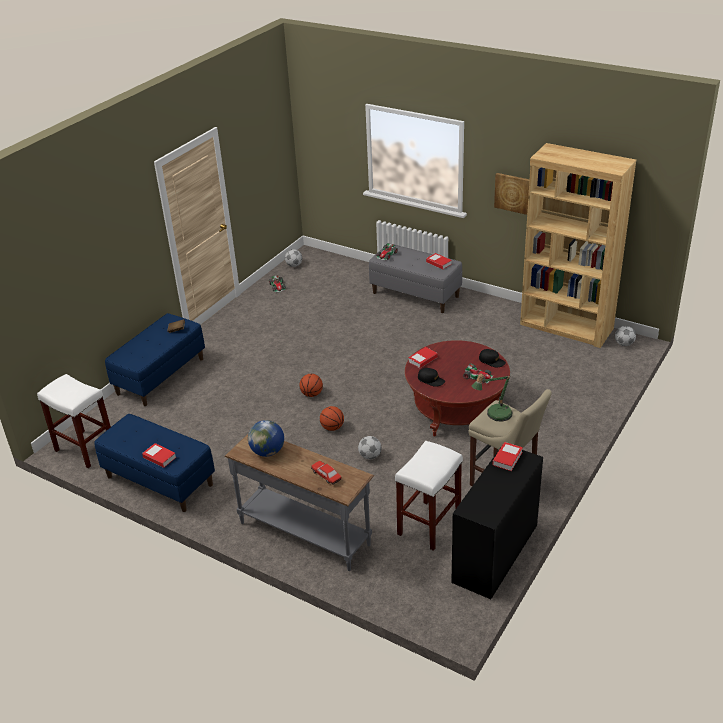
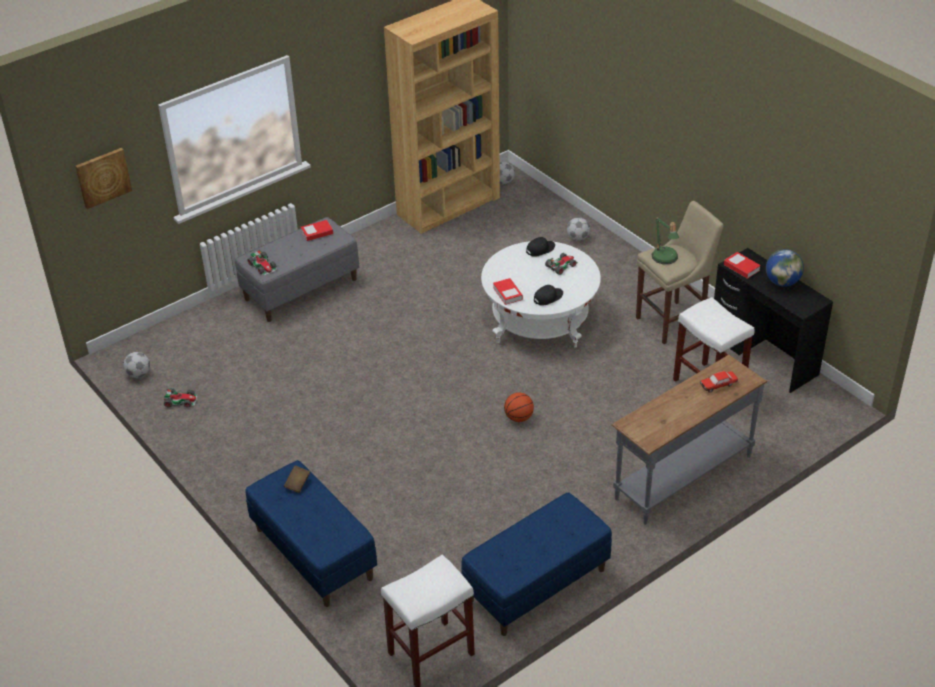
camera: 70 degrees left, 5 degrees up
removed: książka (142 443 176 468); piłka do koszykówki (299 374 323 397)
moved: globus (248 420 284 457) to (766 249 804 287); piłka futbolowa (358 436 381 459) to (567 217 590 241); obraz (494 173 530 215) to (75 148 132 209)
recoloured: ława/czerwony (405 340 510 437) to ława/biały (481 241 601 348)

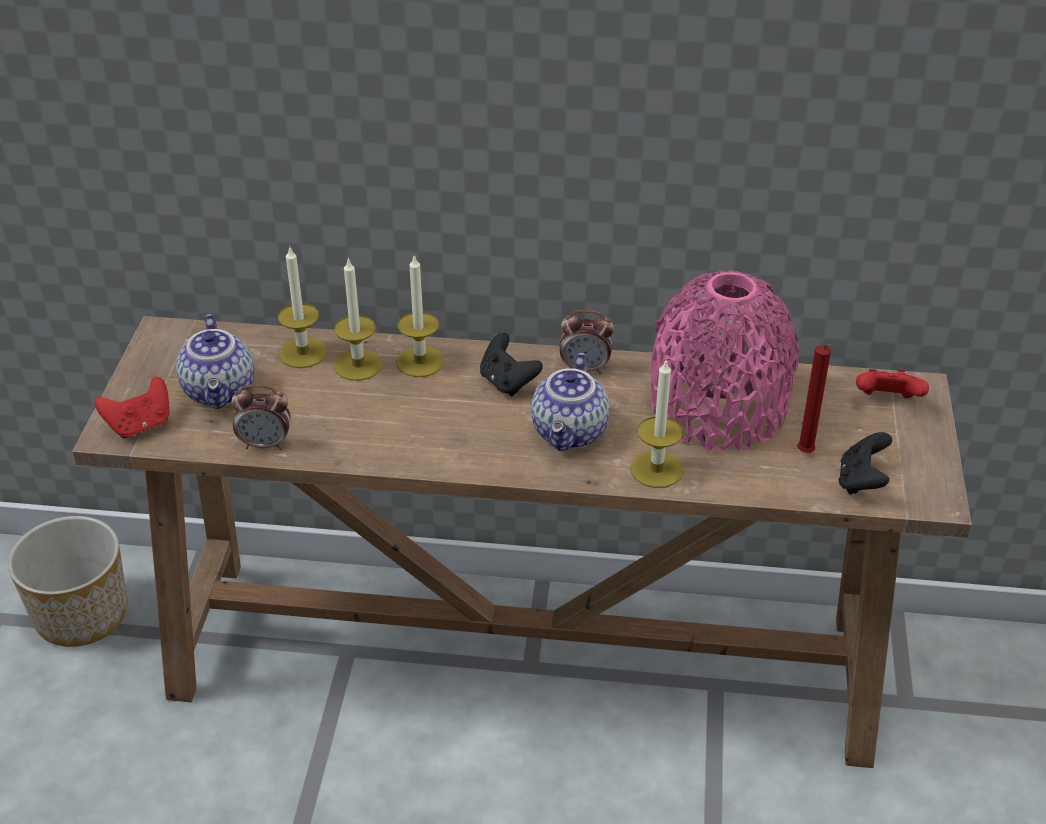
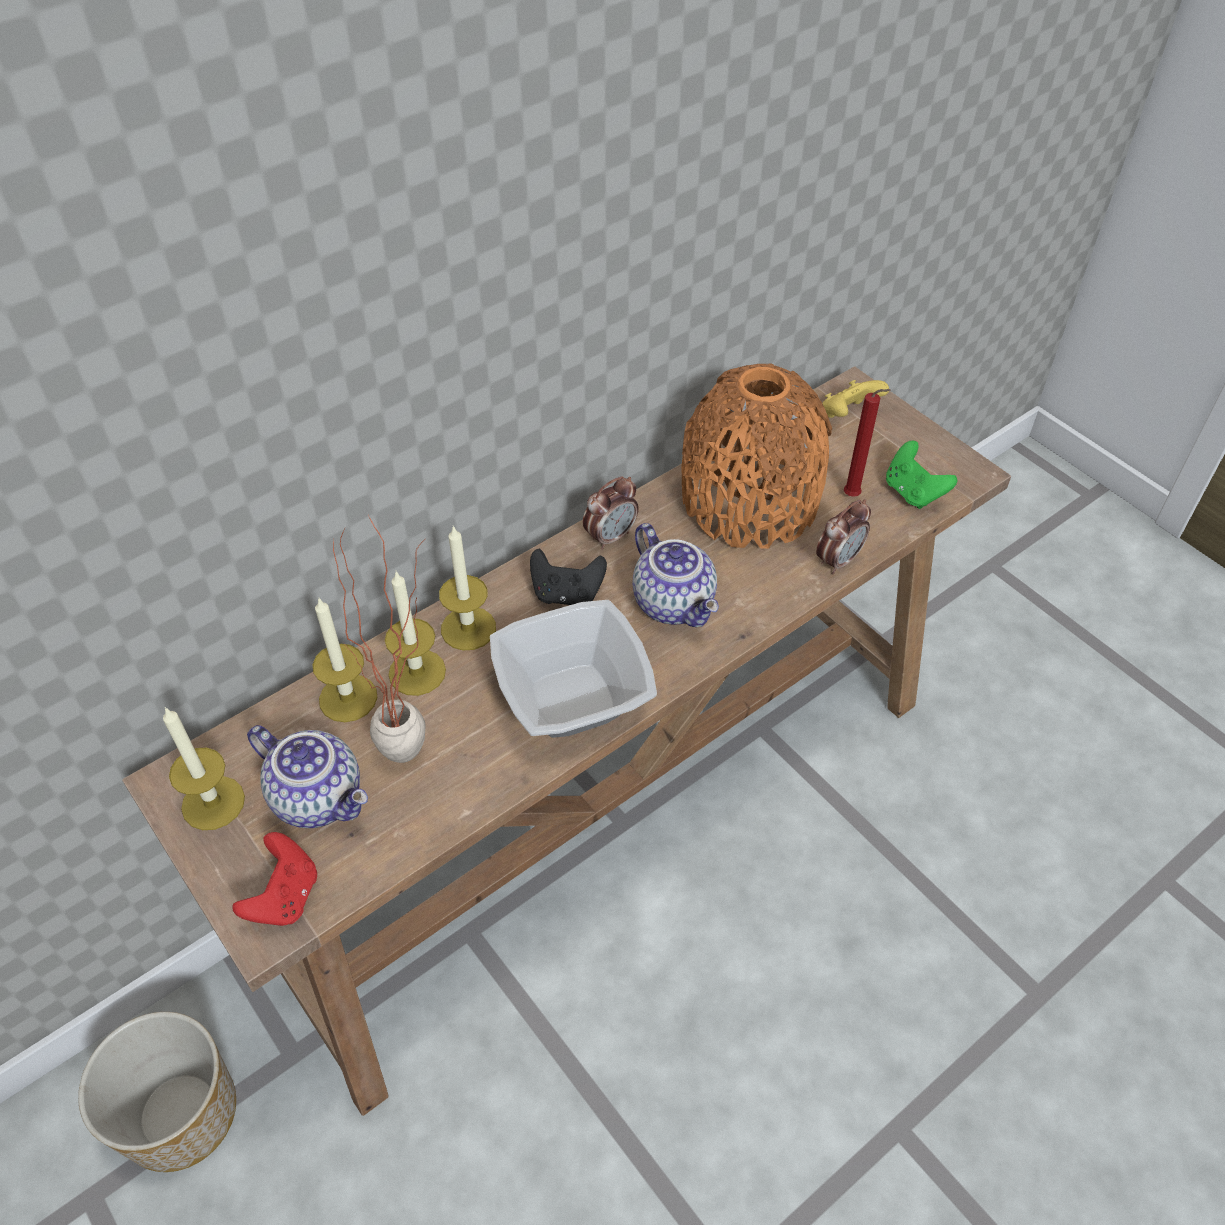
camera: 45 degrees left, 10 degrees up
added: roślina doniczkowa (333 515 426 763); miska (490 600 657 738)
moved: budzik (231 385 290 450) to (816 499 871 574); świeca (631 361 683 488) to (163 707 245 830)
recoloured: wazon/różowy (651 270 799 451) to wazon/pomarańczowy (681 364 832 549); pad do gier/czarny (839 432 892 494) to pad do gier/zielony (886 441 958 509); pad do gier/czerwony (856 369 929 399) to pad do gier/żółty (822 380 889 418)

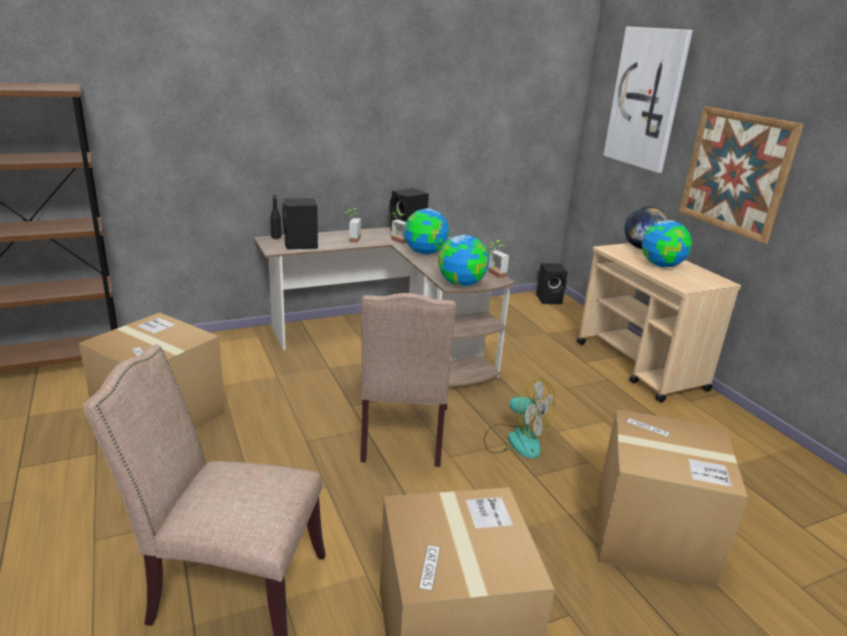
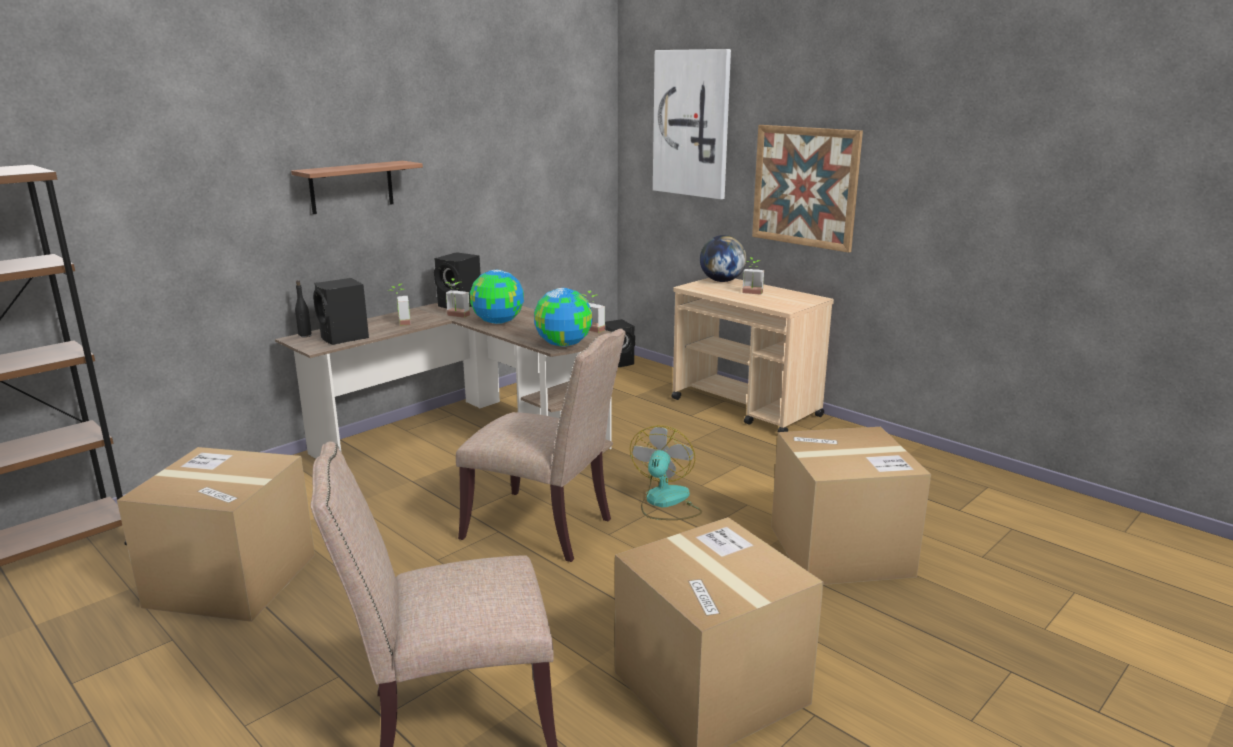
camera: 20 degrees left, 5 degrees down
added: półka (291 161 423 214)
replaced: globus (642 220 692 267) to roślina doniczkowa (742 257 764 295)
turned: krzesło/beżowy (360 293 456 467) = (456 329 626 562) 45 degrees counterclockwise; wentylator (483 378 555 459) = (630 425 702 520) 90 degrees counterclockwise

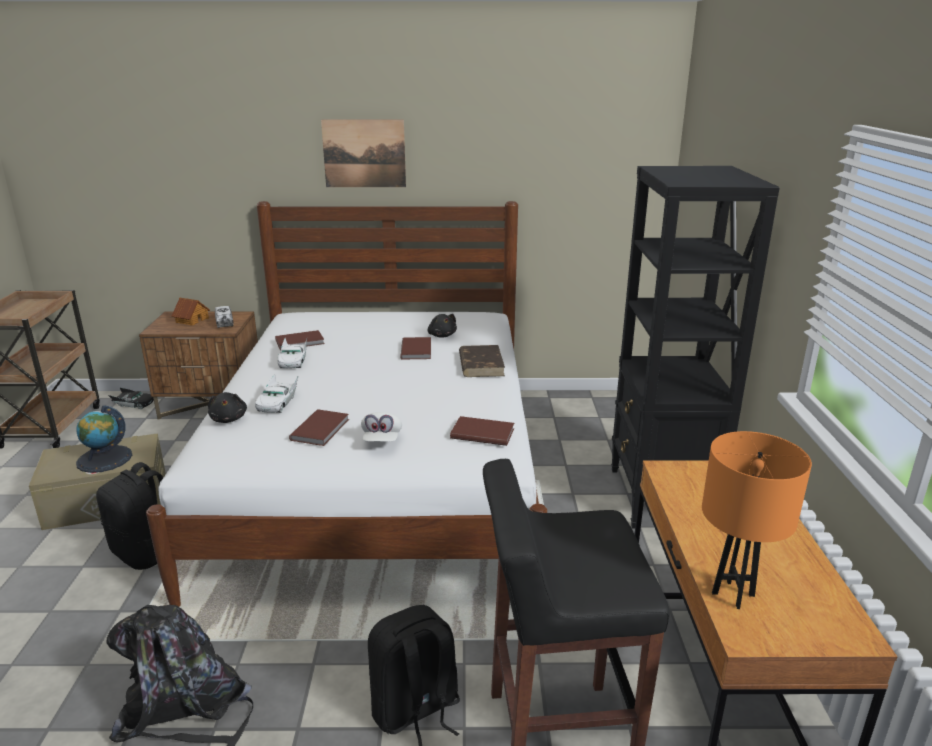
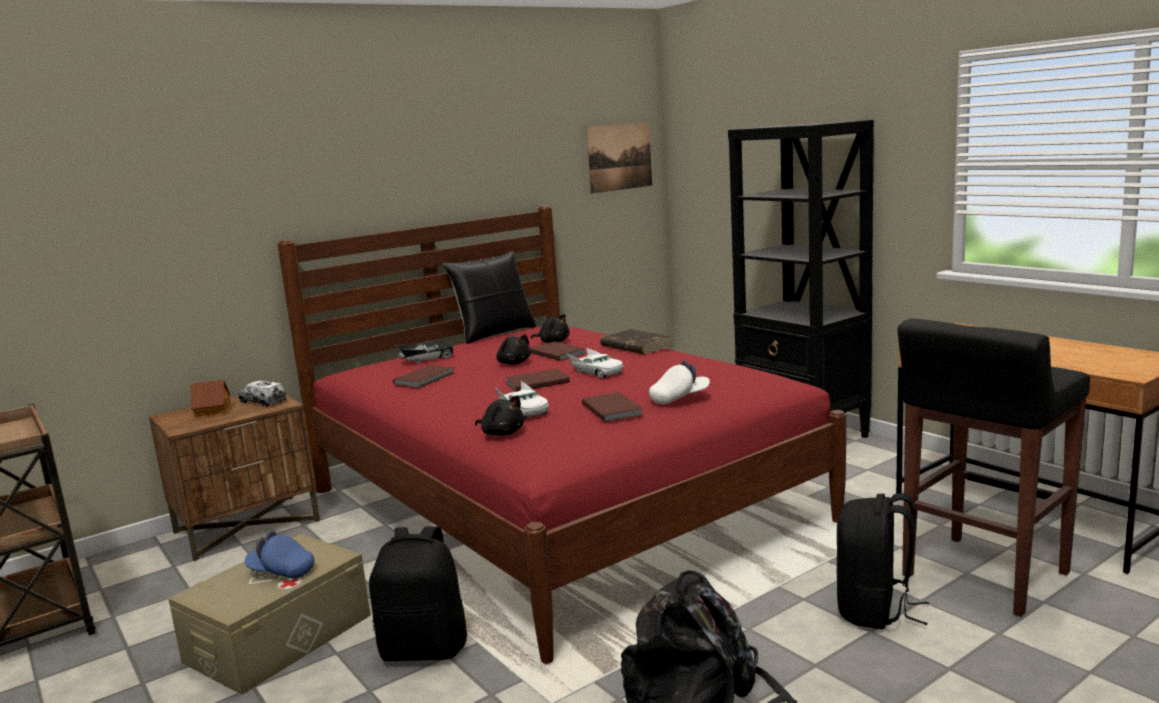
camera: 35 degrees left, 10 degrees down
removed: lampa stołowa/pomarańczowy (702 431 812 609)
added: poduszka/czarny (442 251 536 344); pluszak/czarny (496 334 531 365)
moved: samochodzik/czarny (108 388 154 409) to (396 341 454 363); samochodzik/biały (277 338 307 368) to (566 348 623 379); obraz (321 120 406 187) to (586 122 652 194); książka/brązowy (450 416 514 446) to (505 368 570 392)
replaced: globus (76 405 132 473) to czapka z daszkiem/niebieski (245 530 314 579)
recoloured: łóżko/biały (146 201 547 607) to łóżko/czerwony (277 205 846 664)
turned: czapka z daszkiem/biały (361 412 402 441) = (649 360 710 404) 75 degrees counterclockwise

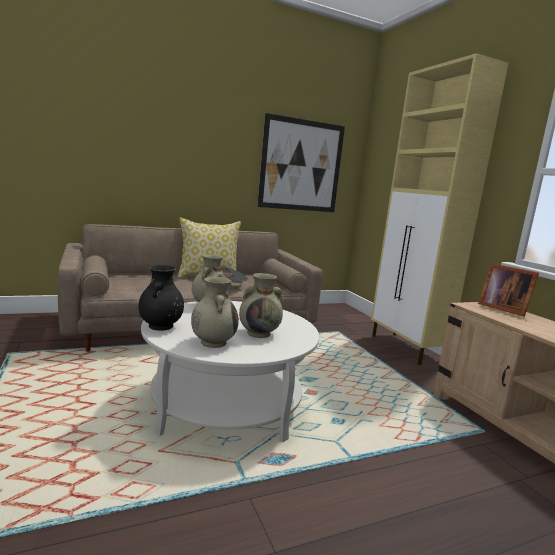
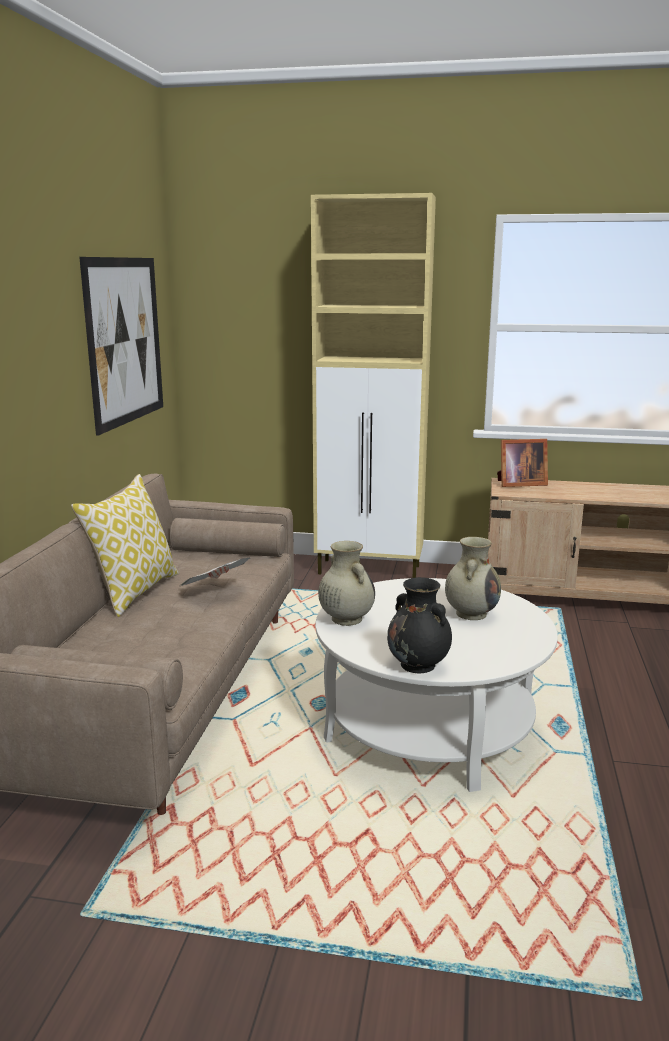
camera: 55 degrees left, 5 degrees up
removed: wazon/beżowy (191 277 239 348)

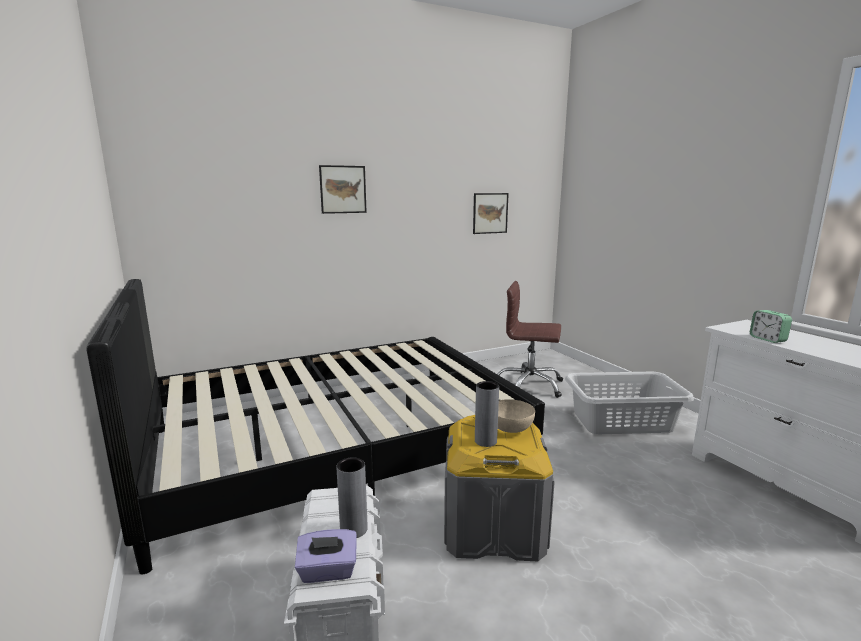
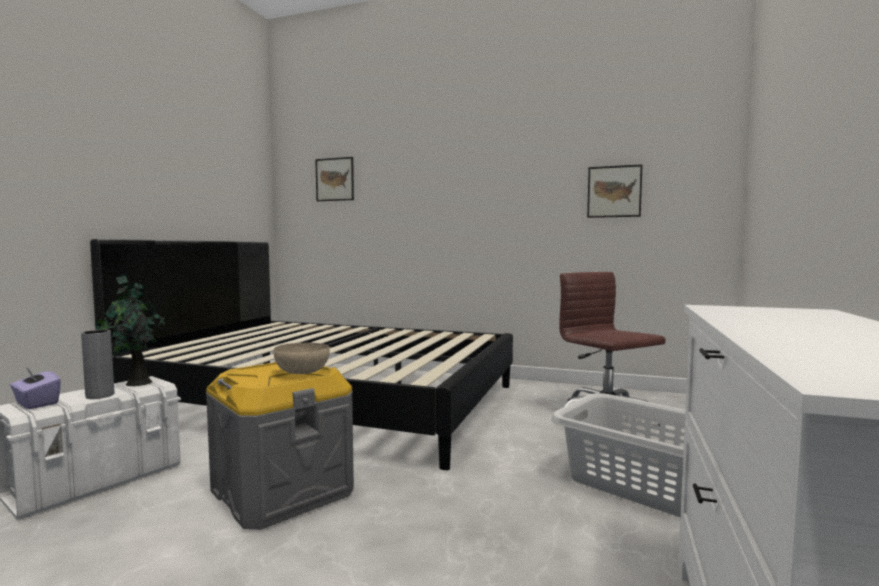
camera: 45 degrees right, 10 degrees down
removed: wazon/szary (475 381 499 447); budzik (750 310 792 343)
added: roślina doniczkowa (94 274 165 386)
moved: obraz (319 165 367 214) to (315 157 354 201)

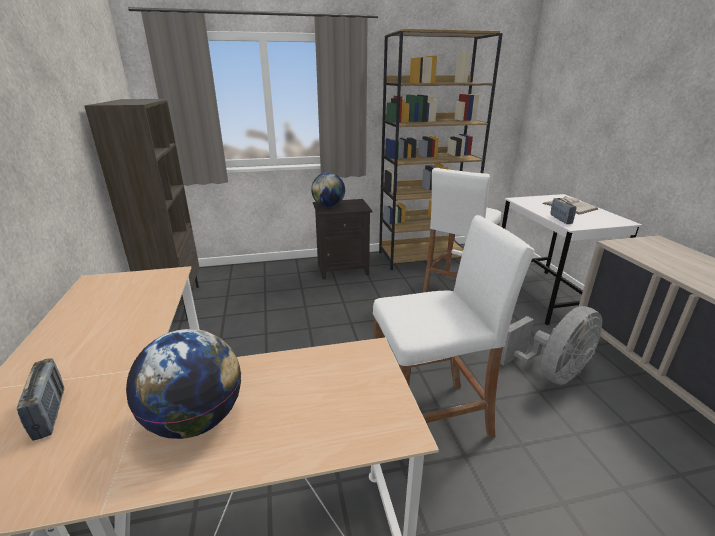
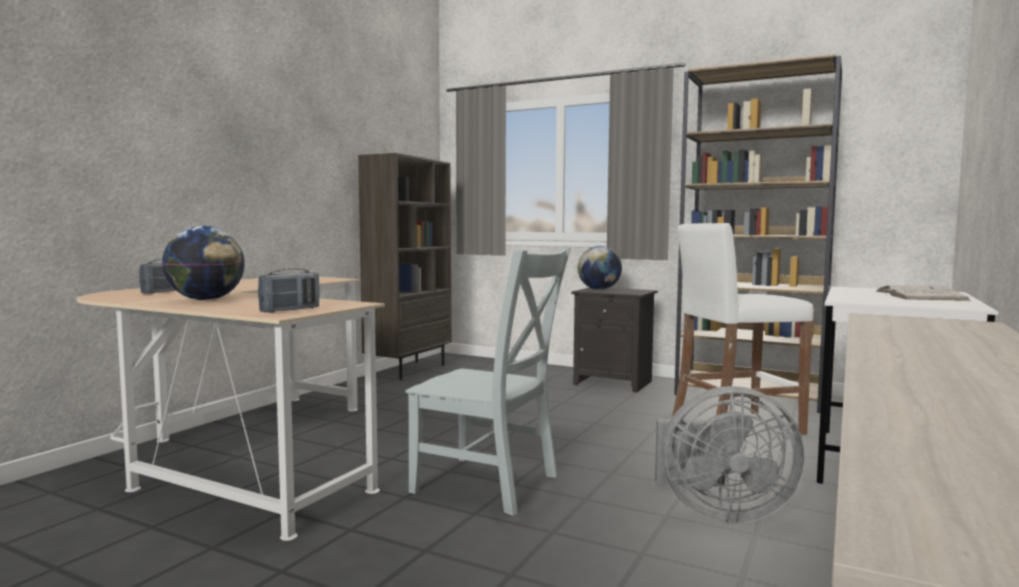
camera: 40 degrees right, 20 degrees down
moved: radio (550 198 577 224) to (258 268 320 313)
replaced: stołek/biały (373 215 534 461) to krzesło/szary (406 247 571 516)

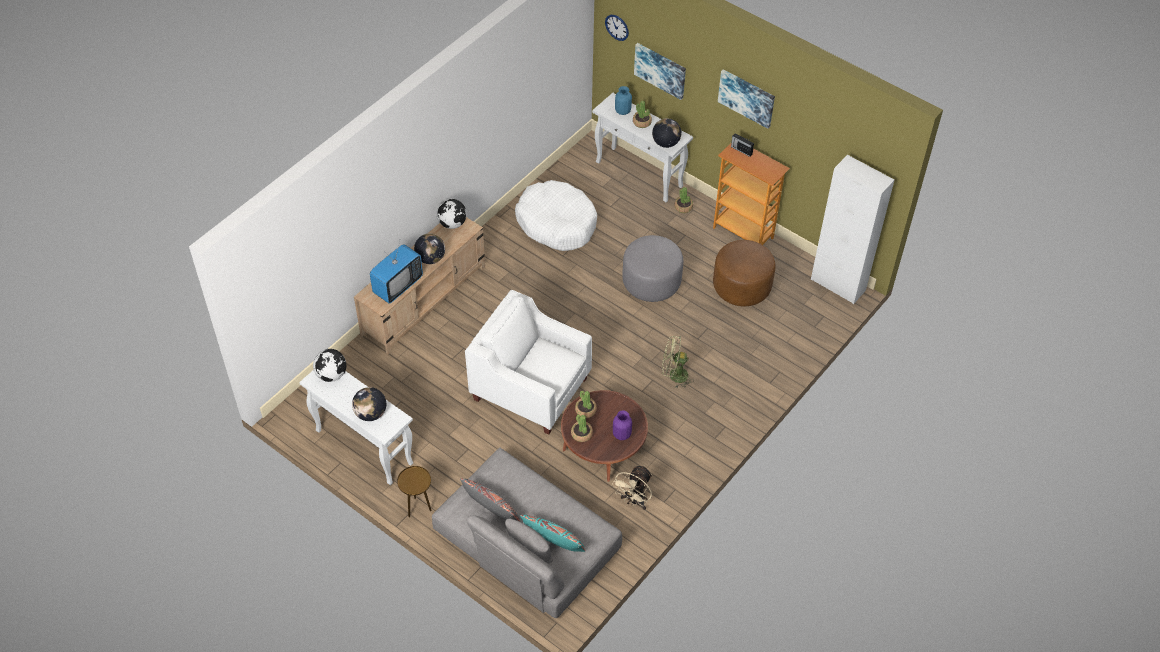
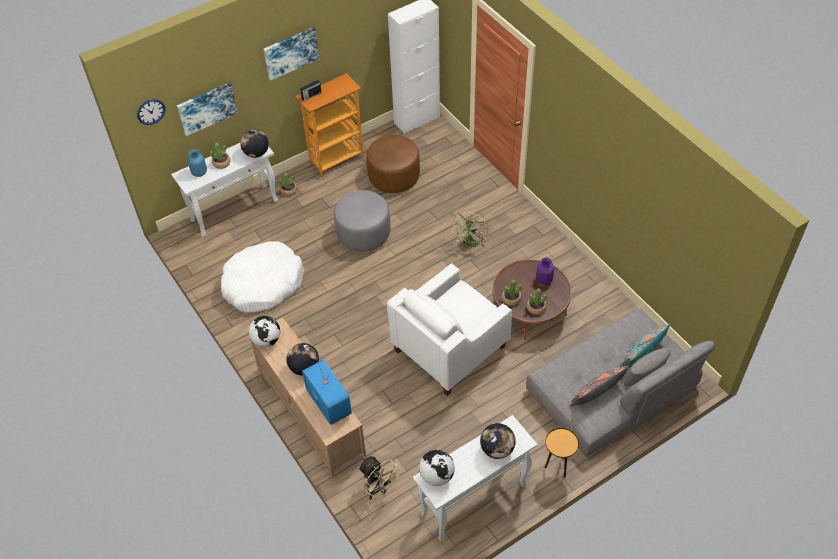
camera: 70 degrees left, 0 degrees up
moved: wentylator/beżowy (612 465 652 510) to (358 456 401 500)

